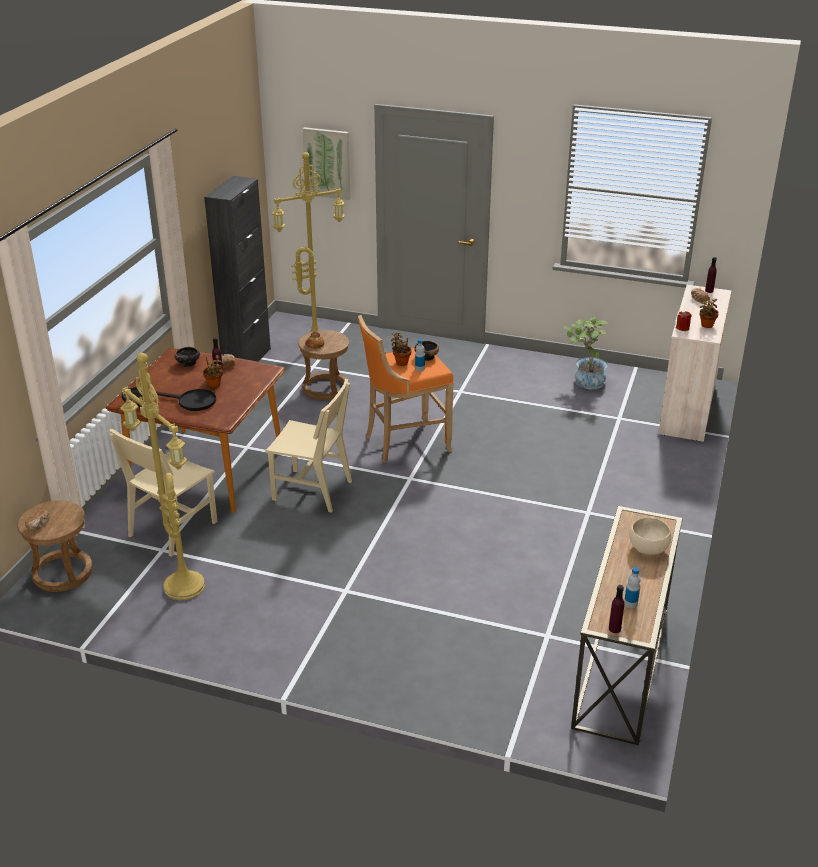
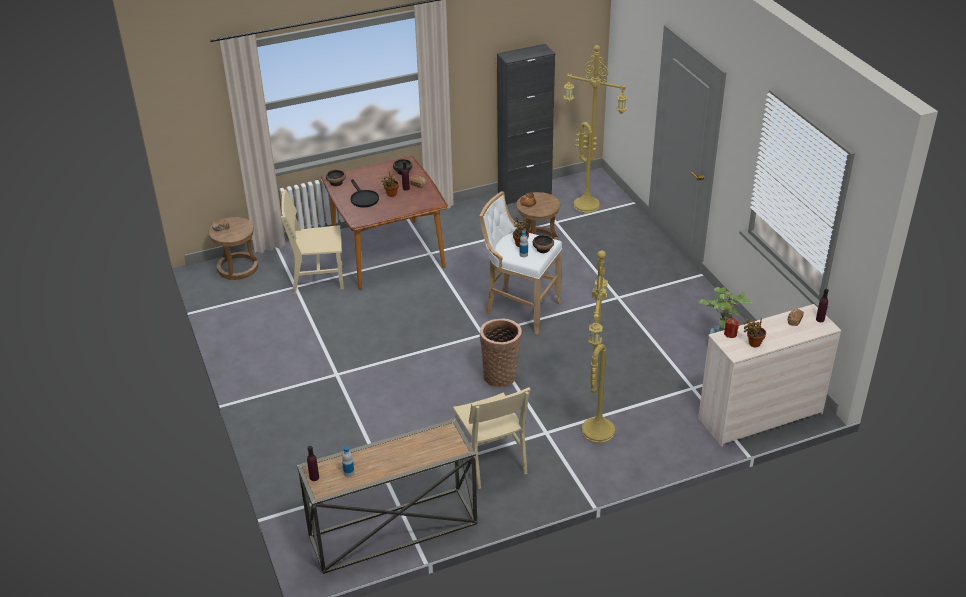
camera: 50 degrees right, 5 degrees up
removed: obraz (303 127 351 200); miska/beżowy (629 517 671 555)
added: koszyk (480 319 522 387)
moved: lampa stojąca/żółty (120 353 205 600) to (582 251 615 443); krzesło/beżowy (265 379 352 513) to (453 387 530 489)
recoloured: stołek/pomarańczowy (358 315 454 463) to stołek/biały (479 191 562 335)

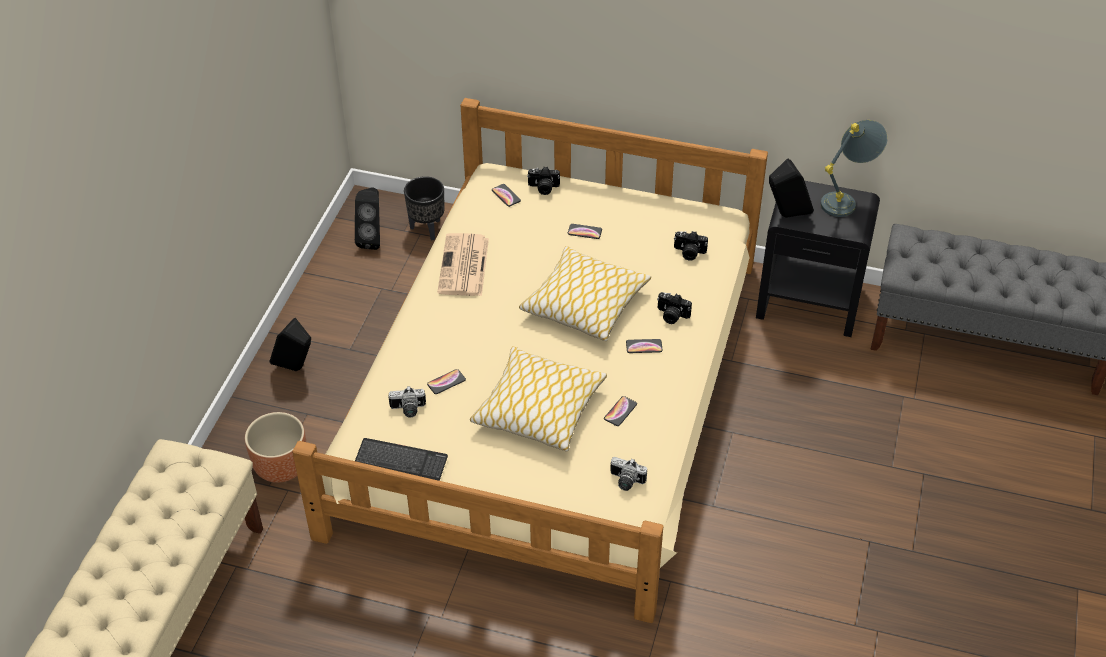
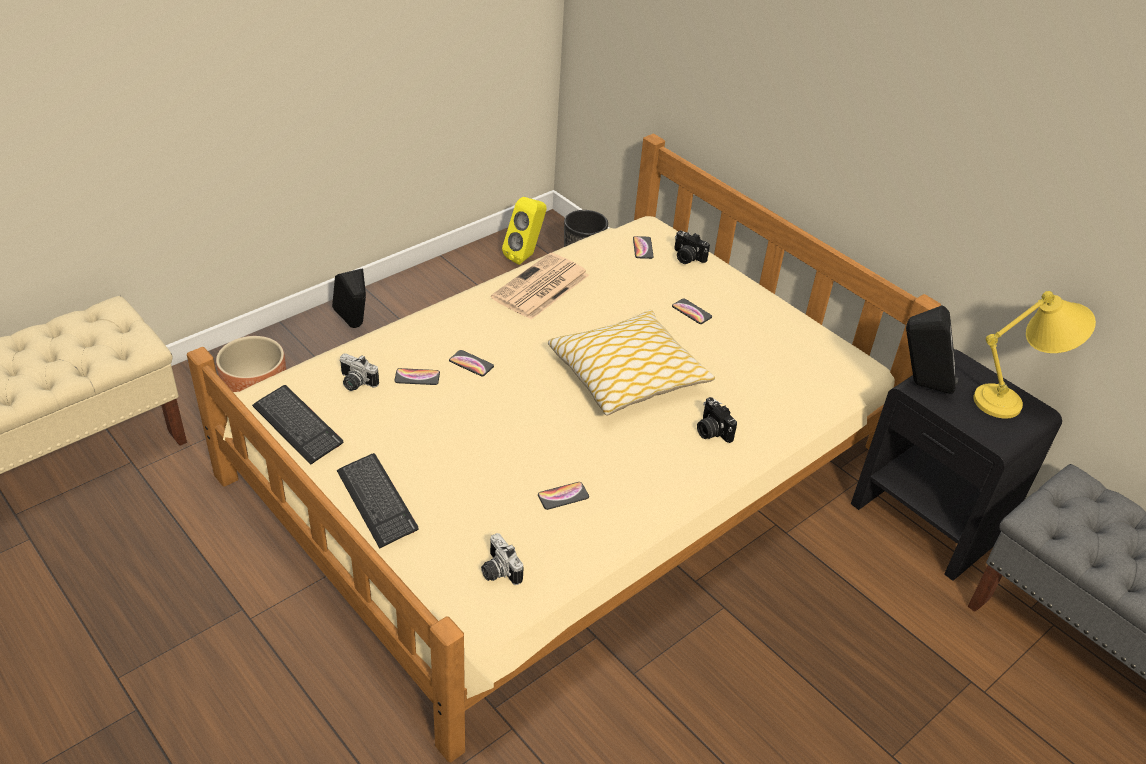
camera: 30 degrees right, 5 degrees down
removed: poduszka (470 346 607 452); aparat fotograficzny (674 231 708 261)
added: klawiatura (337 453 418 549)
moved: telefon (626 339 662 353) to (449 350 494 376)
recoloured: głośnik/czarny (355 188 380 250) to głośnik/żółty (502 197 547 265); lampa stołowa/szary (821 120 887 217) to lampa stołowa/żółty (973 291 1096 419)

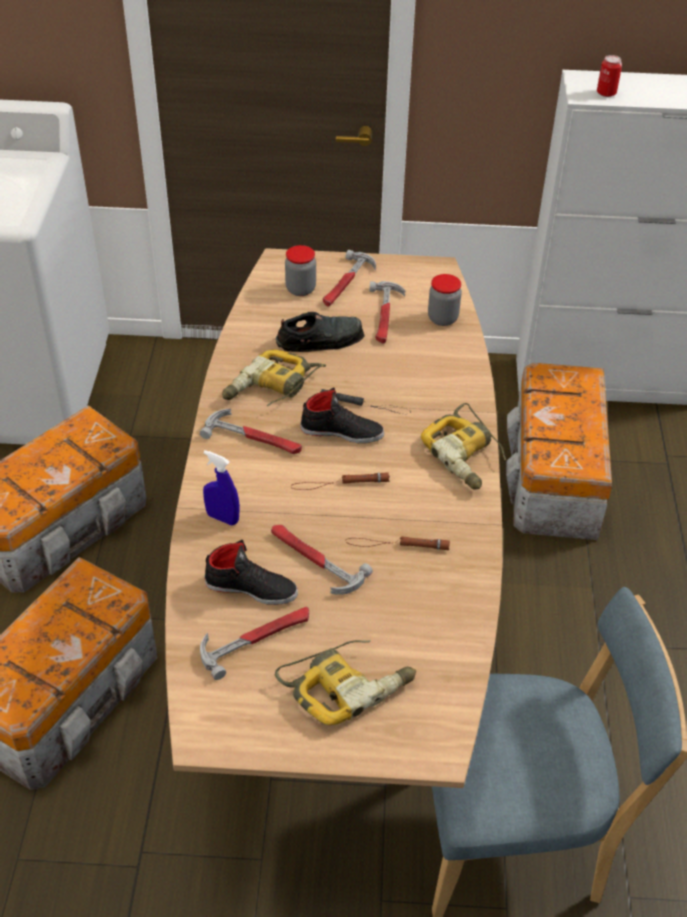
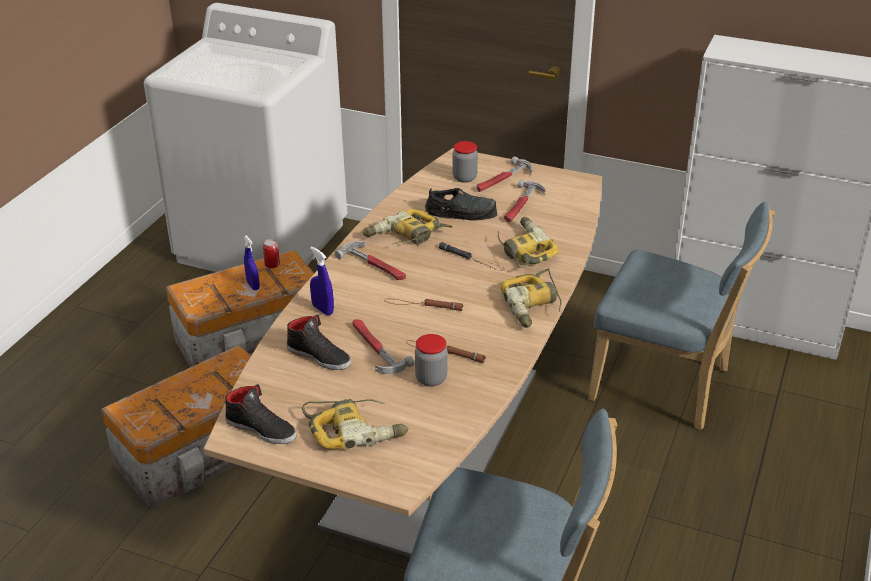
camera: 20 degrees right, 10 degrees down
removed: młotek (200 607 309 680)
added: spryskiwacz/niebieski (244 235 260 290); wiertarka (497 217 559 268)
moved: but/czarny (300 388 384 443) to (225 384 296 444); słoik (428 274 462 326) to (415 334 448 387); puszka (597 55 622 97) to (263 239 280 268)
replaced: pojemnik do przechowywania (506 363 612 540) to krzesło/niebieski (588 202 775 430)

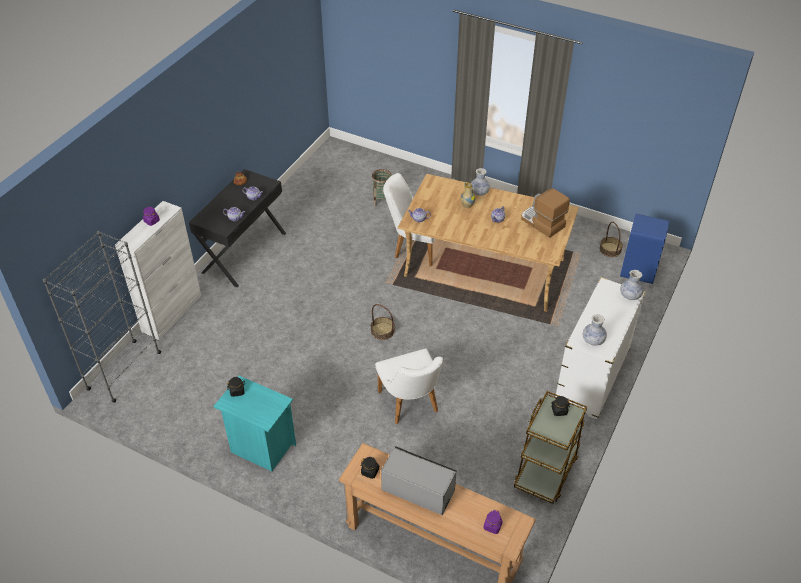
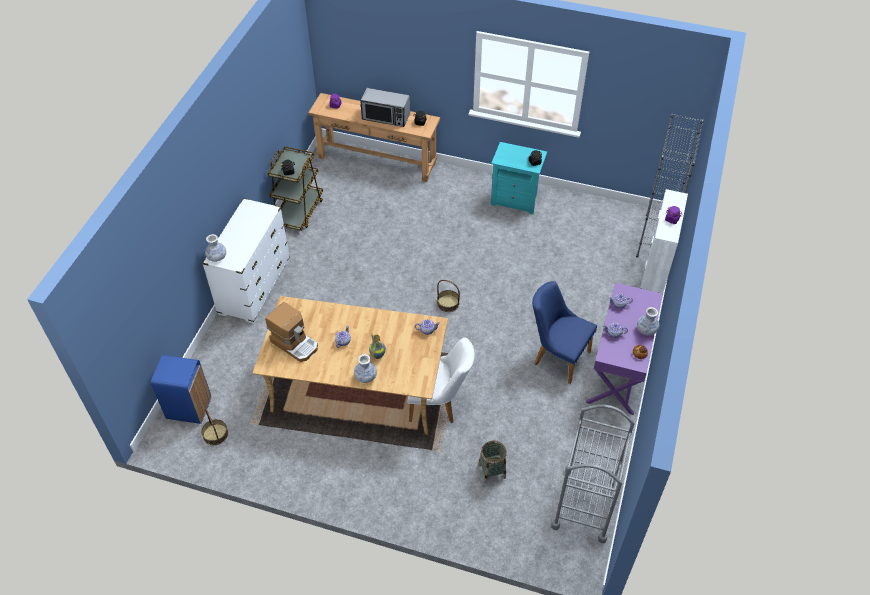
camera: 170 degrees right, 5 degrees up
removed: krzesło/biały (375 348 443 425)
added: krzesło/niebieski (532 281 597 384); wózek/szary (551 405 635 543)
moved: wazon (583 314 607 346) to (637 307 659 335)
recoloured: biurko/czarny (189 169 286 287) to biurko/fioletowy (586 283 663 415)

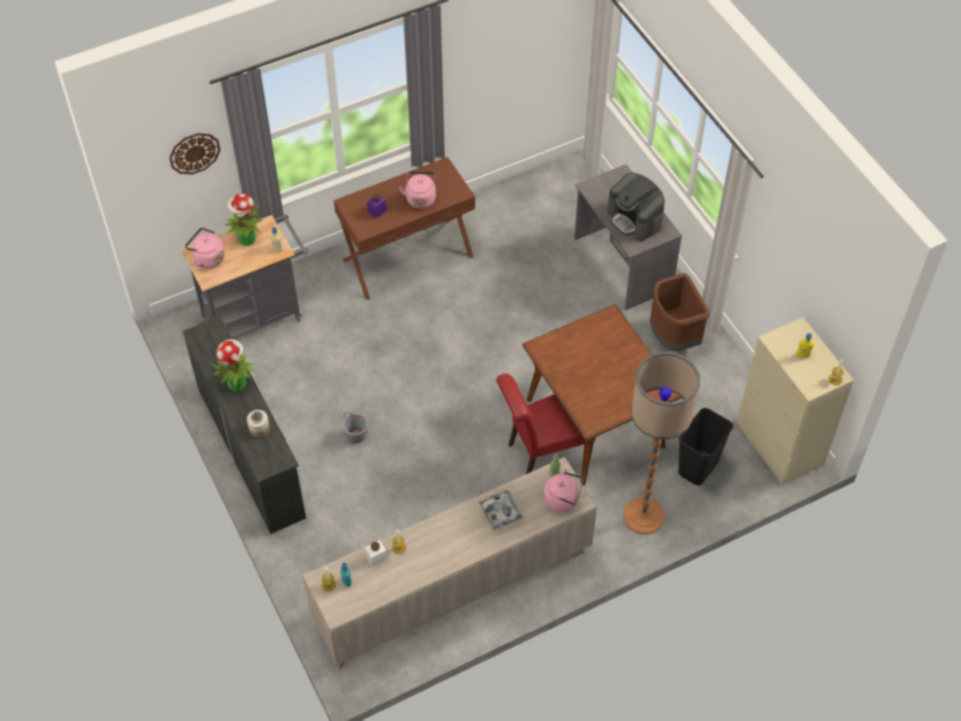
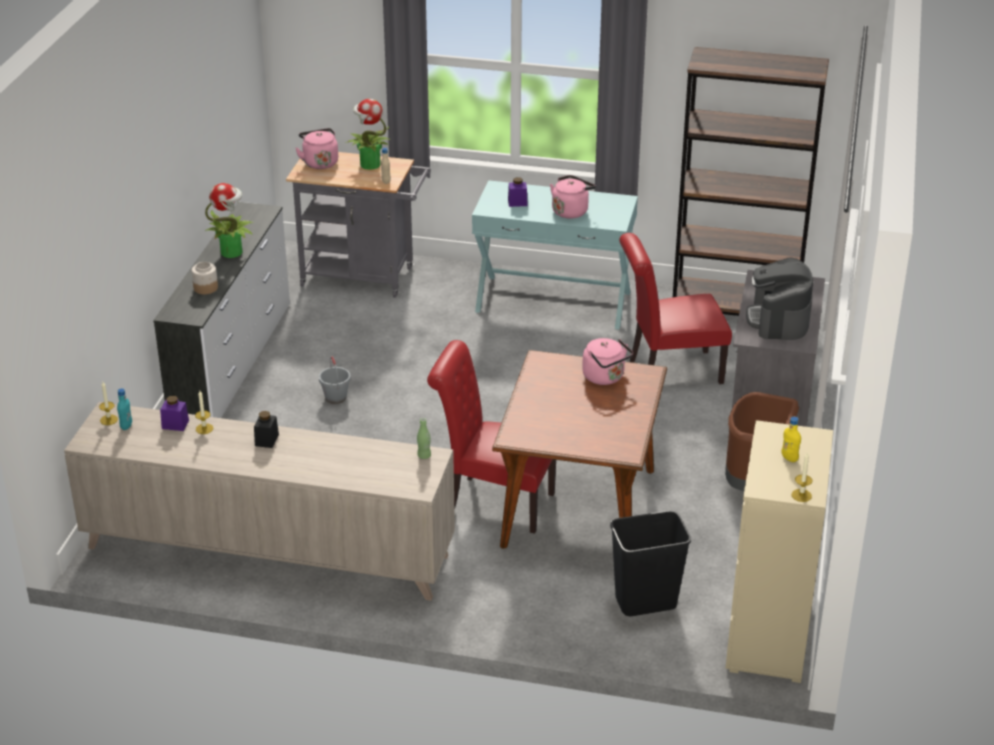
camera: 40 degrees right, 20 degrees down
removed: zegar ścienny (169 133 221 174); taca (478 490 524 531); lampa stojąca (623 352 700 534)
added: słoik/czarny (254 411 279 448); krzesło/czerwony (619 233 732 384); regał/brązowy (673 47 829 316)
moved: czajnik/różowy (544 469 583 513) to (582 338 633 385)
recoloured: stolik konsolowy/brązowy (334 157 475 300) to stolik konsolowy/turkusowy (472 180 638 330); słoik/biały (365 540 388 567) to słoik/fioletowy (160 395 189 431)

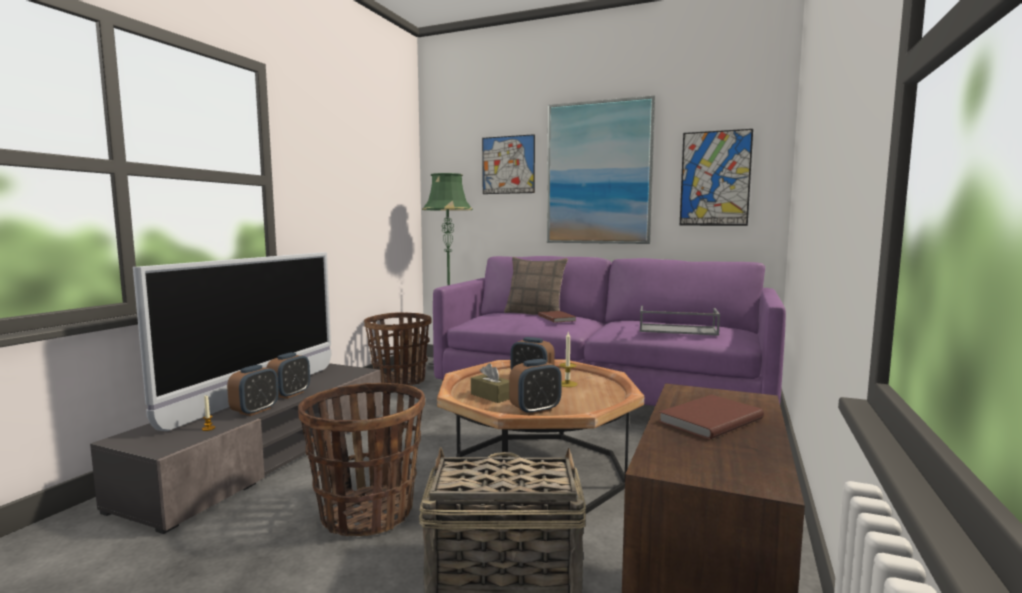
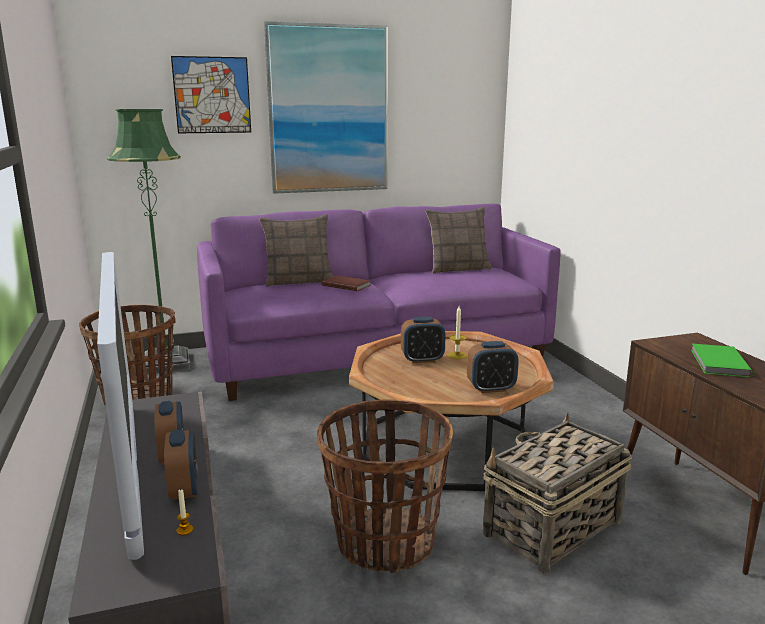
camera: 40 degrees left, 10 degrees up
removed: pudełko chusteczek/brązowy (471 363 509 403); taca/szary (639 305 720 336); obraz (680 129 753 226)
added: poduszka (426 207 492 274)
recoloured: książka/brązowy (658 395 764 440) to książka/zielony (691 344 753 377)
turned: budzik (509 359 562 415) = (467 341 519 393) 60 degrees clockwise

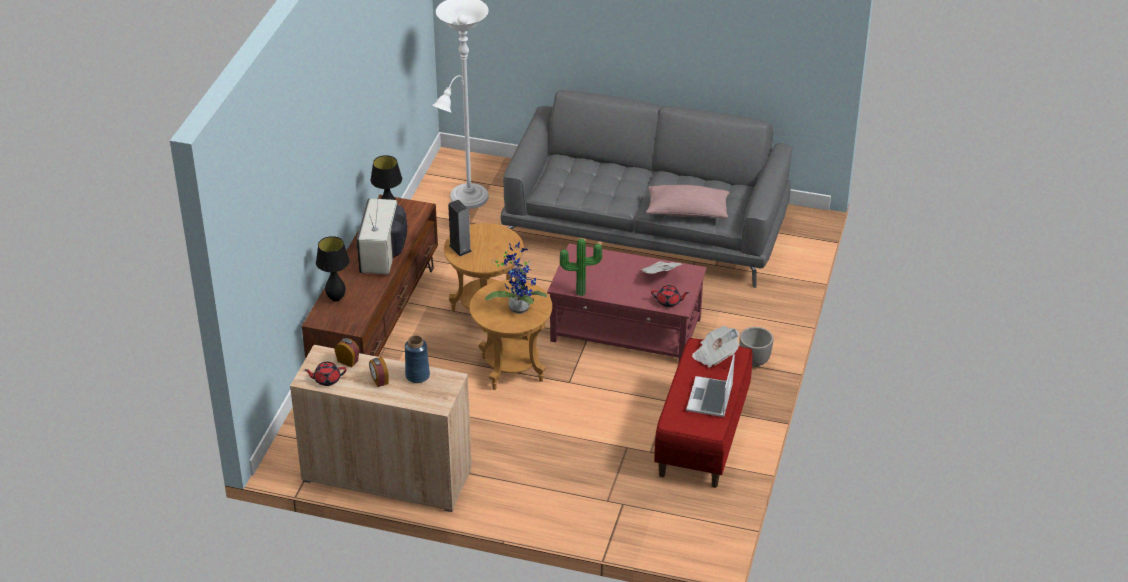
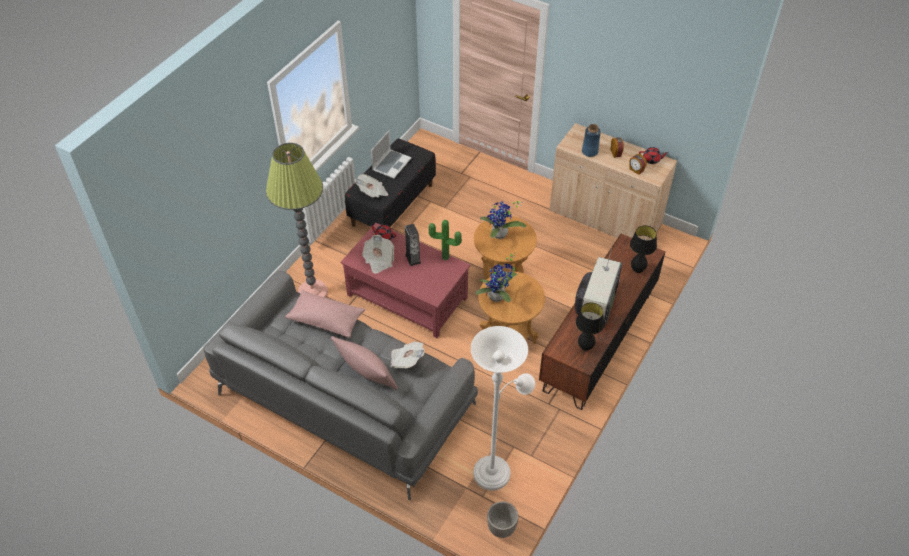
camera: 165 degrees left, 10 degrees up
added: lampa stojąca (266 143 328 298); poduszka/różowy (331 336 398 390); gazeta (390 341 425 368); roślina doniczkowa (476 253 517 302)
moved: głośnik (448 200 472 256) to (405 224 421 266); donica (739 327 773 367) to (487 501 518 538)
recoloured: ławka/czerwony (654 338 753 488) to ławka/czarny (345 138 436 227)

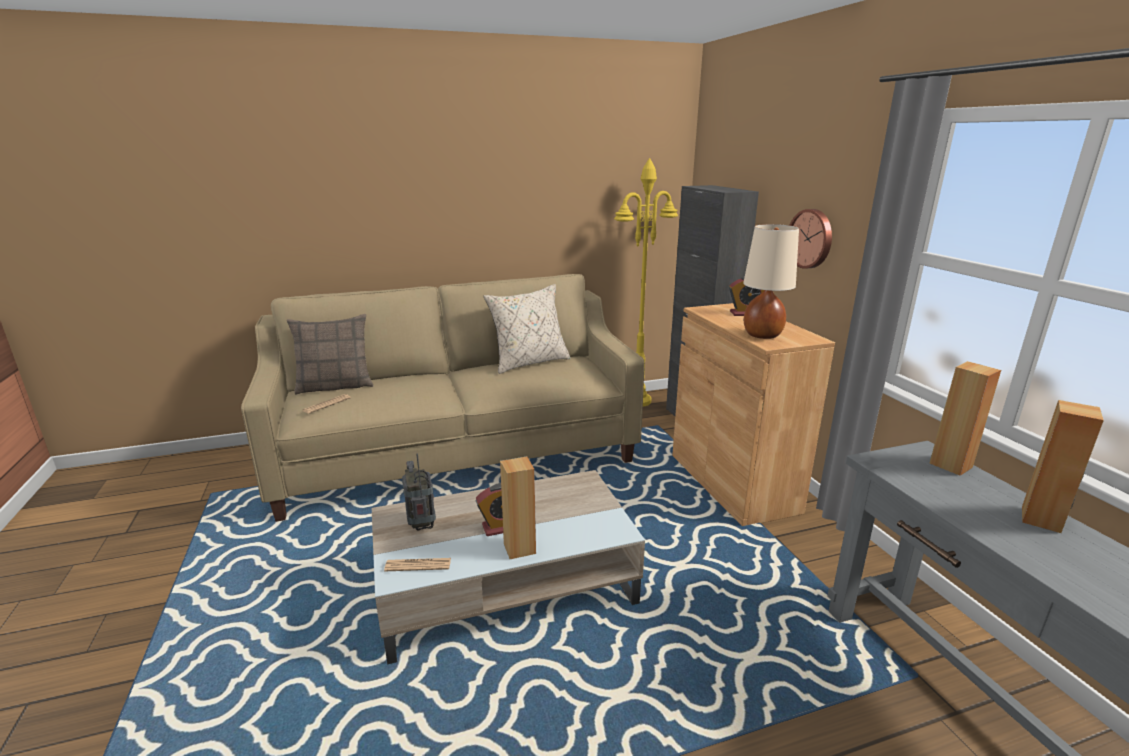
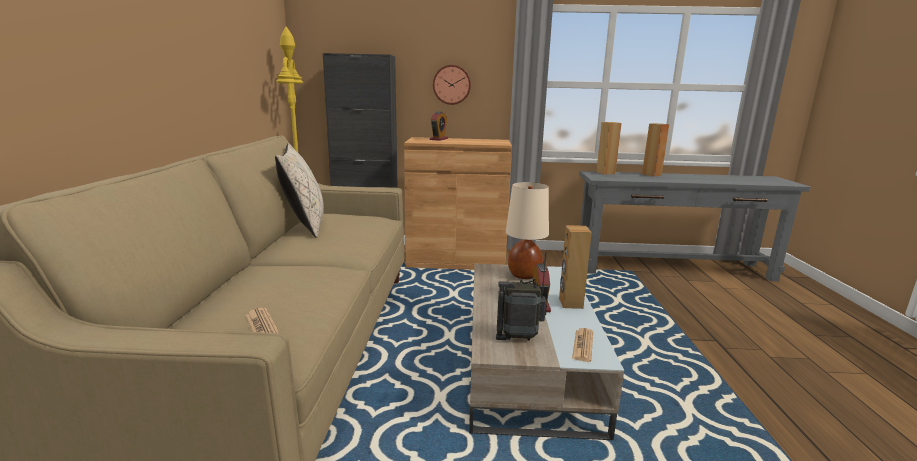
camera: 70 degrees left, 5 degrees down
removed: poduszka (287 314 373 394)
moved: lampa stołowa/beżowy (743 224 799 339) to (506 182 549 279)

